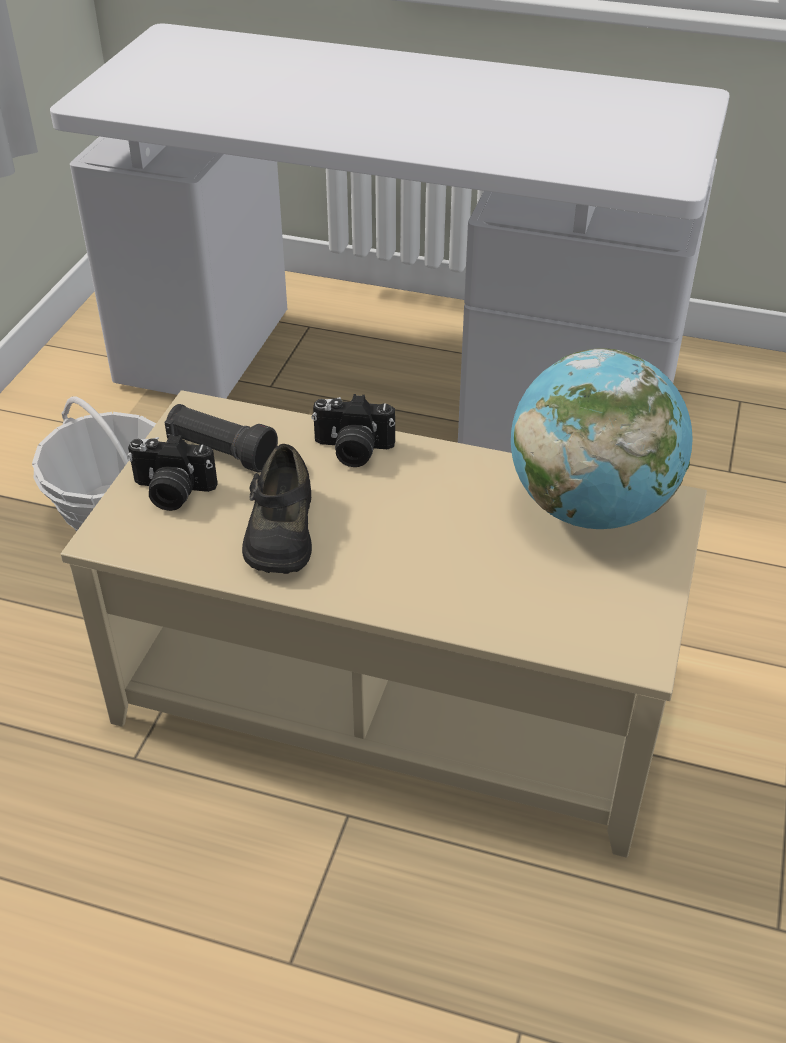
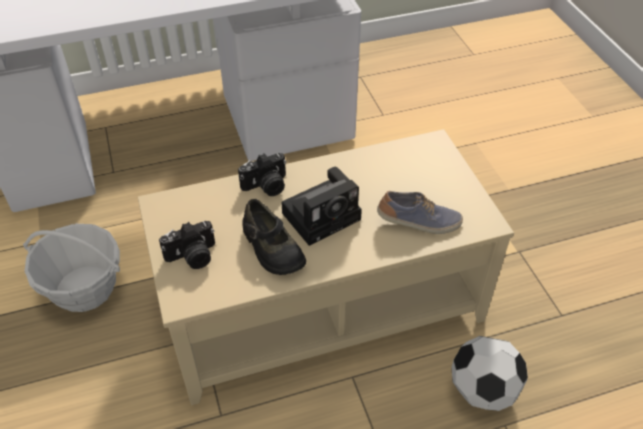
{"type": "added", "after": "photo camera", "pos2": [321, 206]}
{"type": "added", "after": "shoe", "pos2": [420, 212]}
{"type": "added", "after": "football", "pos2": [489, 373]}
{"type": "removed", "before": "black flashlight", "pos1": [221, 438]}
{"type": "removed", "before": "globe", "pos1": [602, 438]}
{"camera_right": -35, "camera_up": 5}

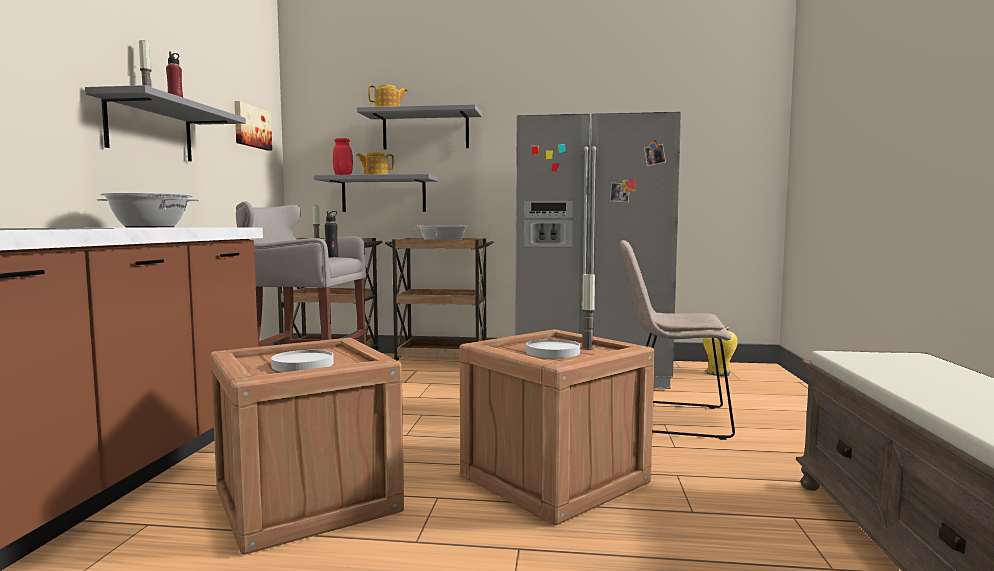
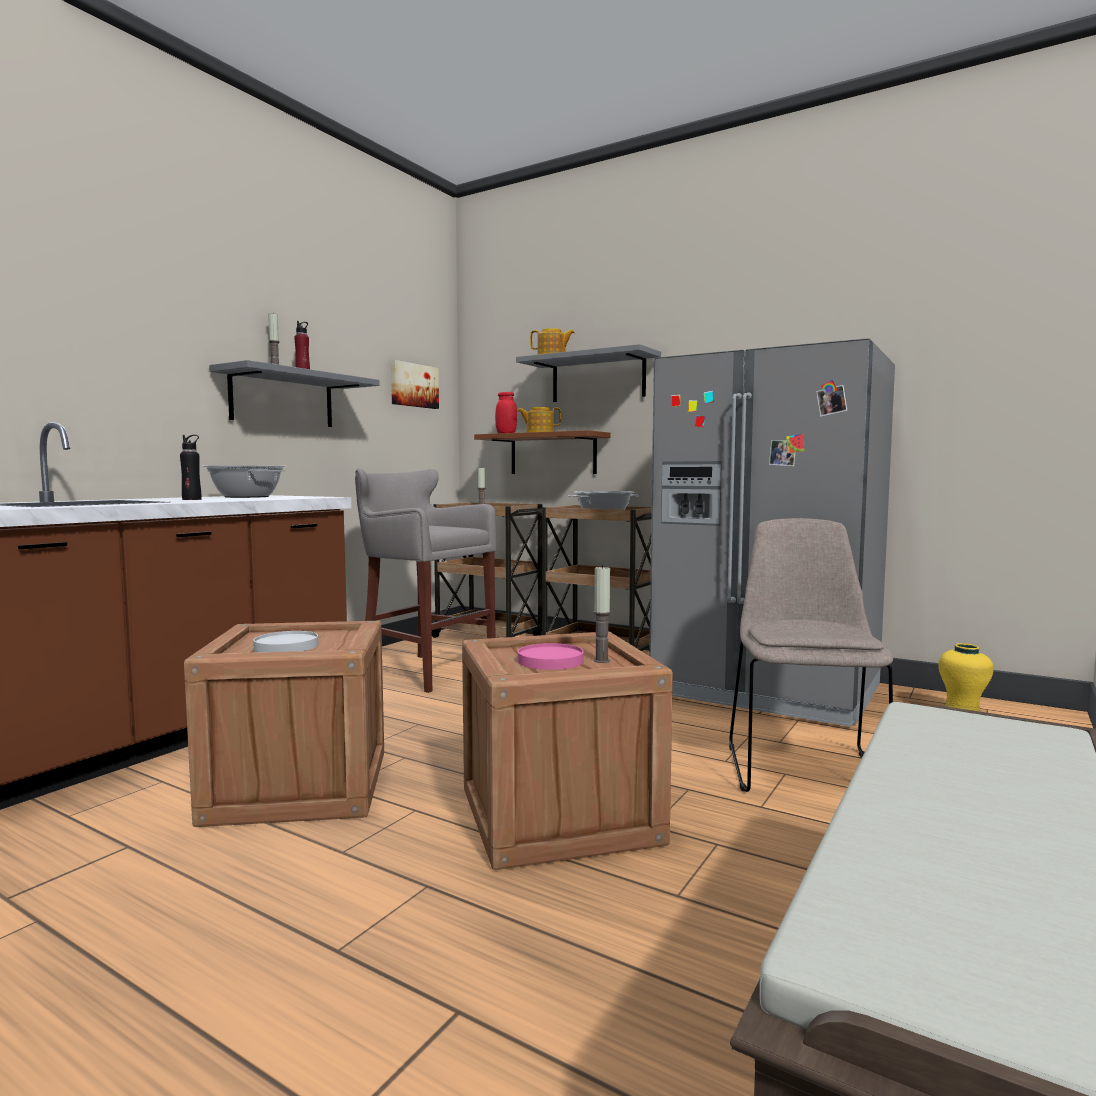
{"type": "moved", "before": "black bottle", "pos1": [331, 234], "pos2": [190, 467]}
{"type": "recoloured", "before": "grey shelf", "after": "brown shelf", "pos1": [376, 193], "pos2": [542, 452]}
{"type": "recoloured", "before": "white plate", "after": "pink plate", "pos1": [553, 348], "pos2": [551, 656]}
{"type": "turned", "before": "beige chair", "pos1": [677, 340], "pos2": [811, 655], "turn": 60}
{"camera_right": 25, "camera_up": 0}

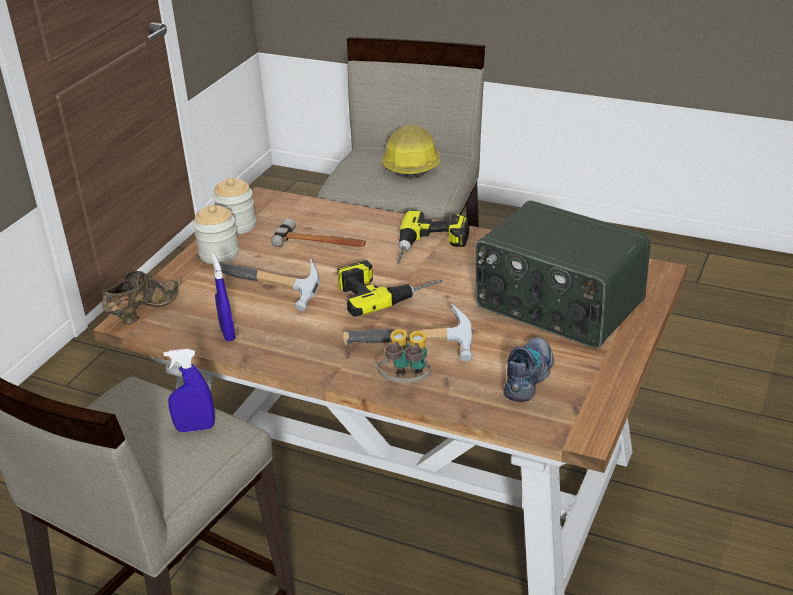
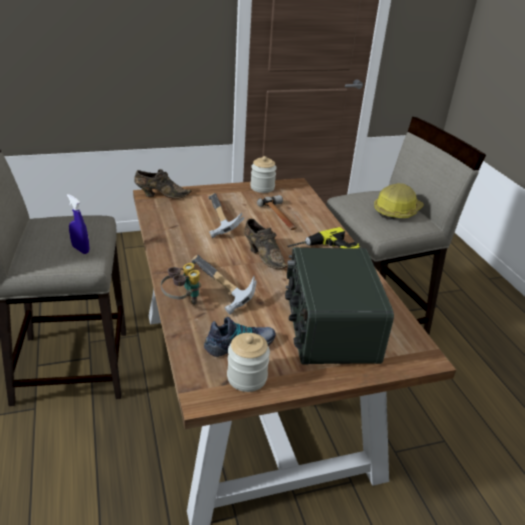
{"type": "moved", "before": "jar", "pos1": [216, 234], "pos2": [248, 362]}
{"type": "replaced", "before": "power drill", "after": "brown shoe", "pos1": [390, 288], "pos2": [265, 244]}
{"type": "removed", "before": "blue spray bottle", "pos1": [223, 297]}
{"camera_right": 45, "camera_up": 0}

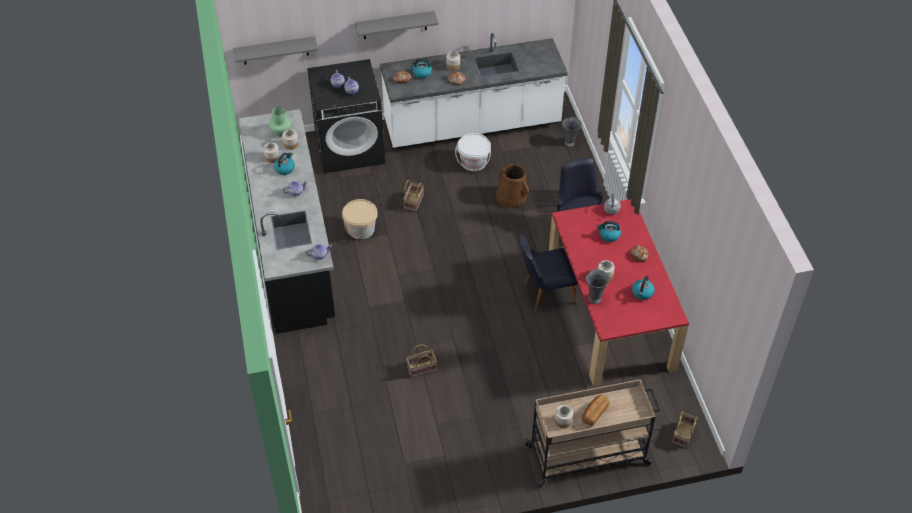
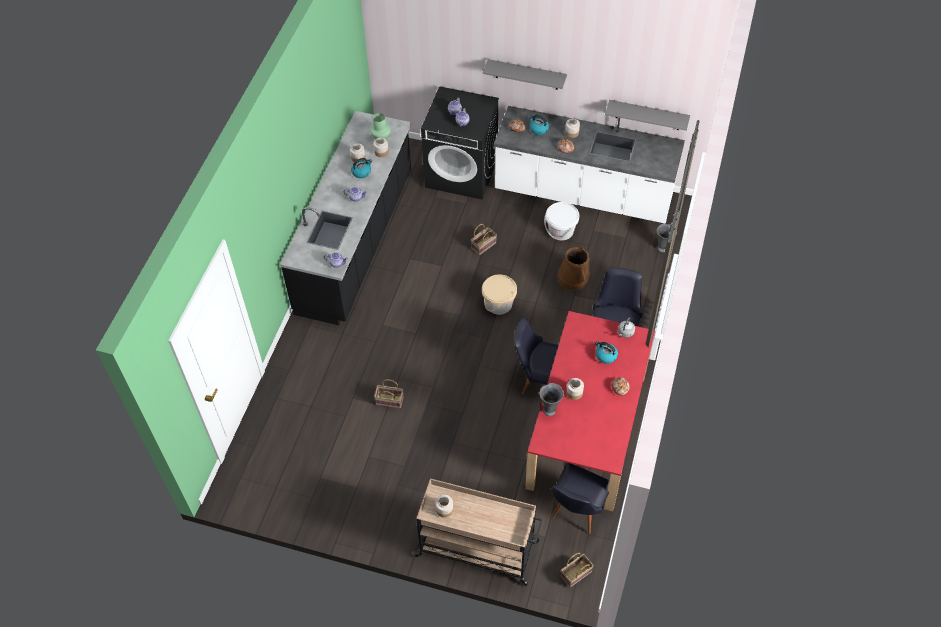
{"type": "moved", "before": "beige bucket", "pos1": [360, 219], "pos2": [499, 295]}
{"type": "added", "after": "black chair", "pos2": [580, 498]}
{"type": "moved", "before": "grey shelf", "pos1": [275, 50], "pos2": [647, 115]}
{"type": "removed", "before": "bread", "pos1": [596, 411]}
{"type": "removed", "before": "kettle", "pos1": [643, 288]}
{"camera_right": 30, "camera_up": 5}

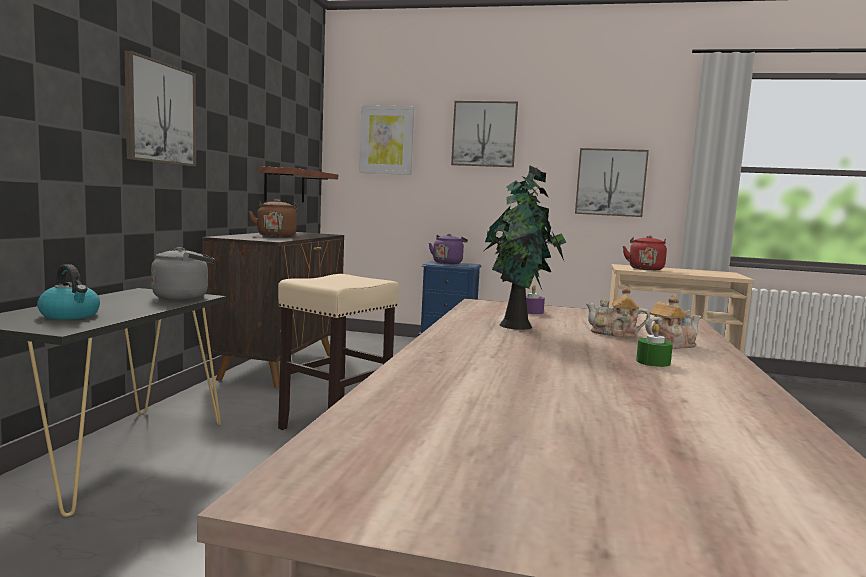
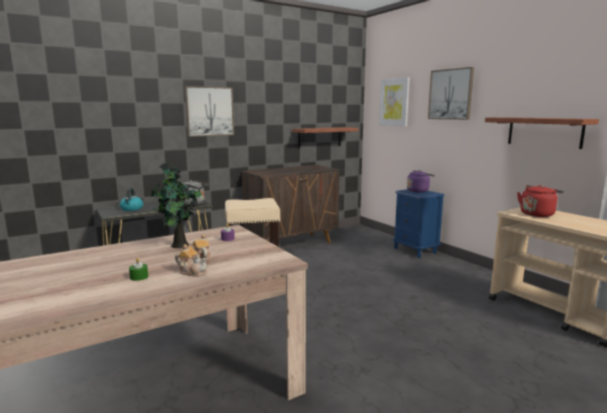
{"type": "replaced", "before": "picture", "after": "shelf", "pos1": [612, 182], "pos2": [542, 133]}
{"type": "removed", "before": "brown kettle", "pos1": [273, 218]}
{"camera_right": 45, "camera_up": 5}

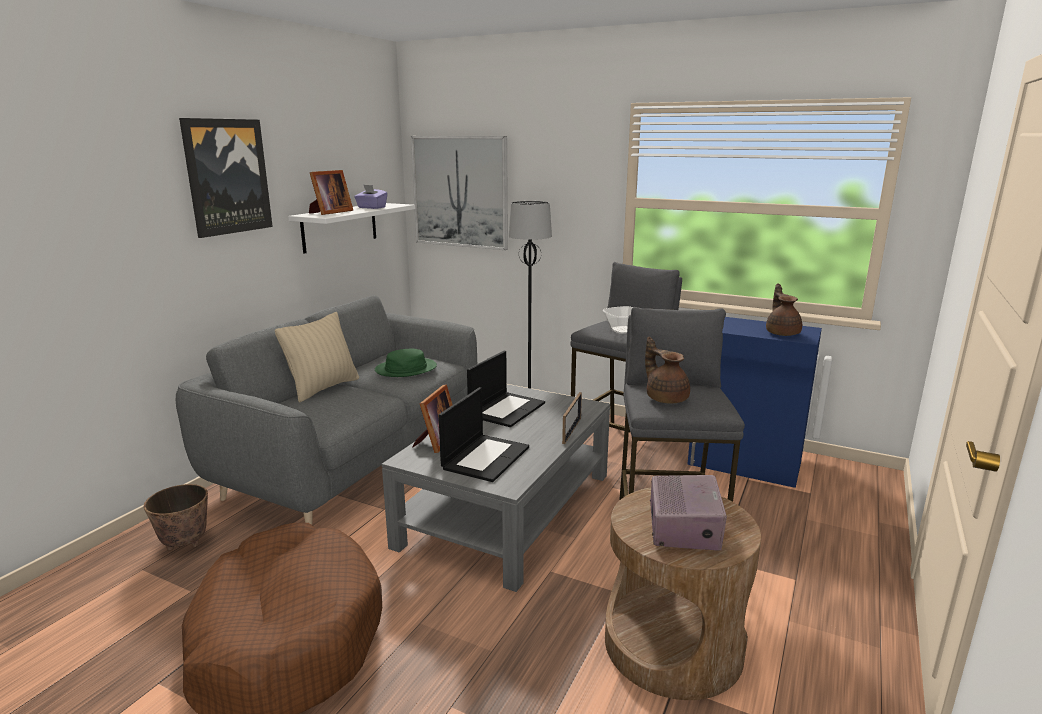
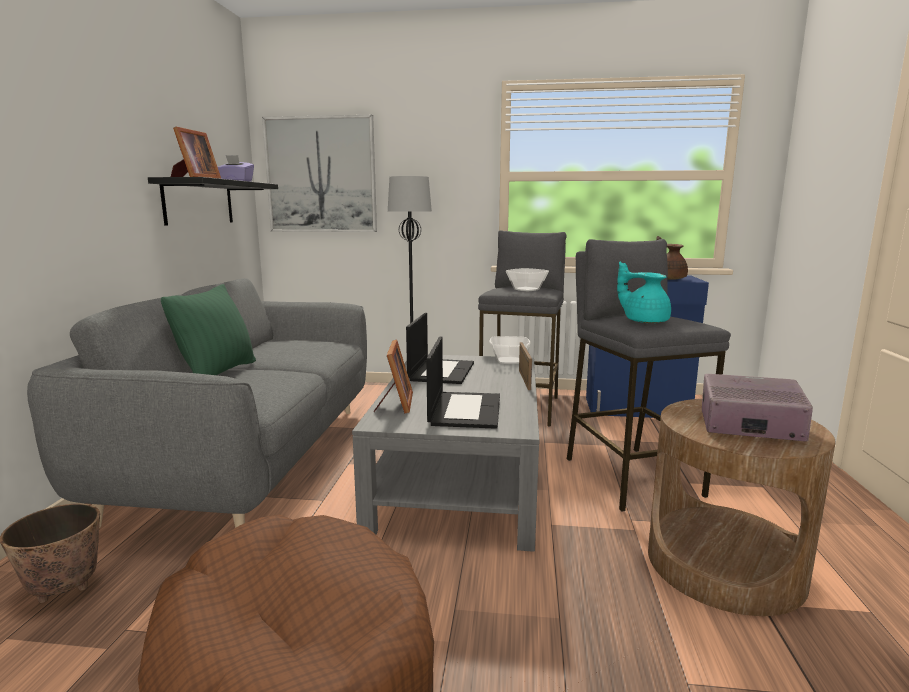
{"type": "recoloured", "before": "white shelf", "after": "black shelf", "pos1": [351, 228], "pos2": [213, 201]}
{"type": "recoloured", "before": "beige pillow", "after": "green pillow", "pos1": [317, 357], "pos2": [208, 329]}
{"type": "added", "after": "bowl", "pos2": [509, 350]}
{"type": "recoloured", "before": "brown teapot", "after": "turquoise teapot", "pos1": [667, 370], "pos2": [644, 292]}
{"type": "turned", "before": "radio", "pos1": [688, 513], "pos2": [757, 408], "turn": -60}
{"type": "removed", "before": "picture", "pos1": [226, 178]}
{"type": "removed", "before": "green hat", "pos1": [406, 363]}
{"camera_right": -20, "camera_up": -5}

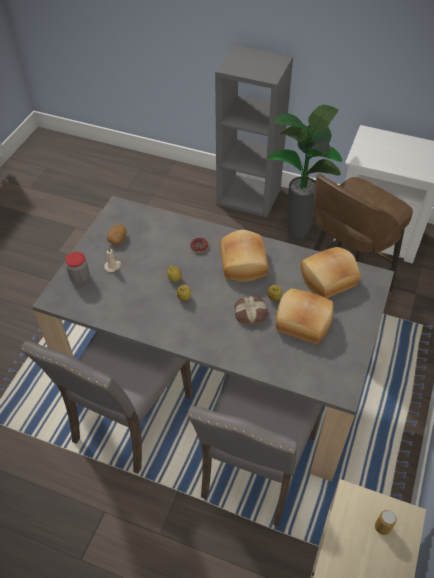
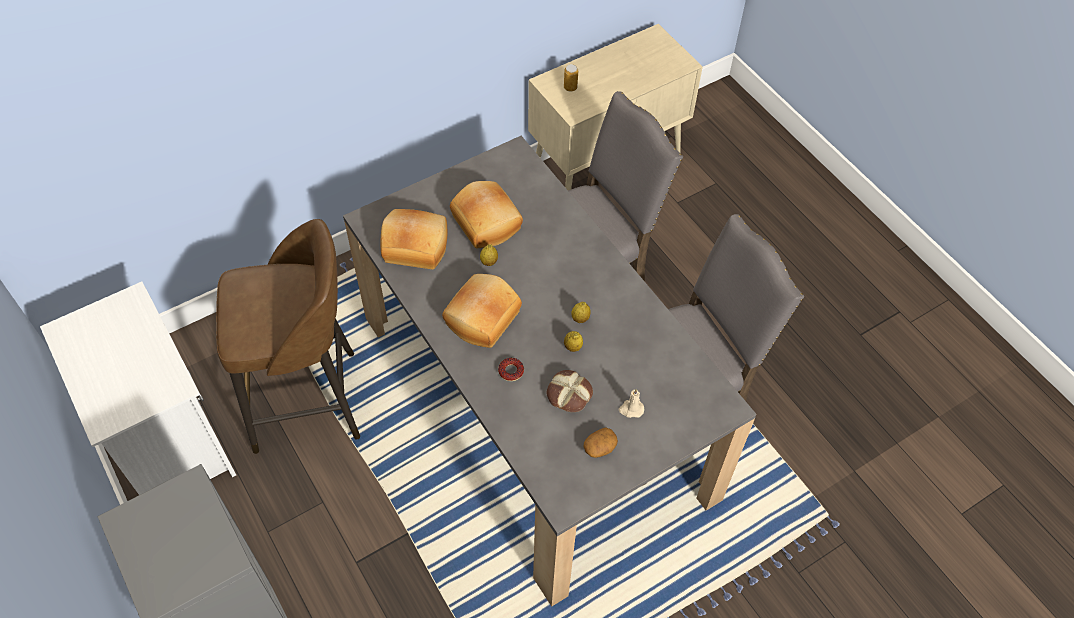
{"type": "moved", "before": "bread", "pos1": [251, 310], "pos2": [569, 391]}
{"type": "removed", "before": "jar", "pos1": [77, 268]}
{"type": "removed", "before": "potted plant", "pos1": [305, 172]}
{"camera_right": -145, "camera_up": 5}

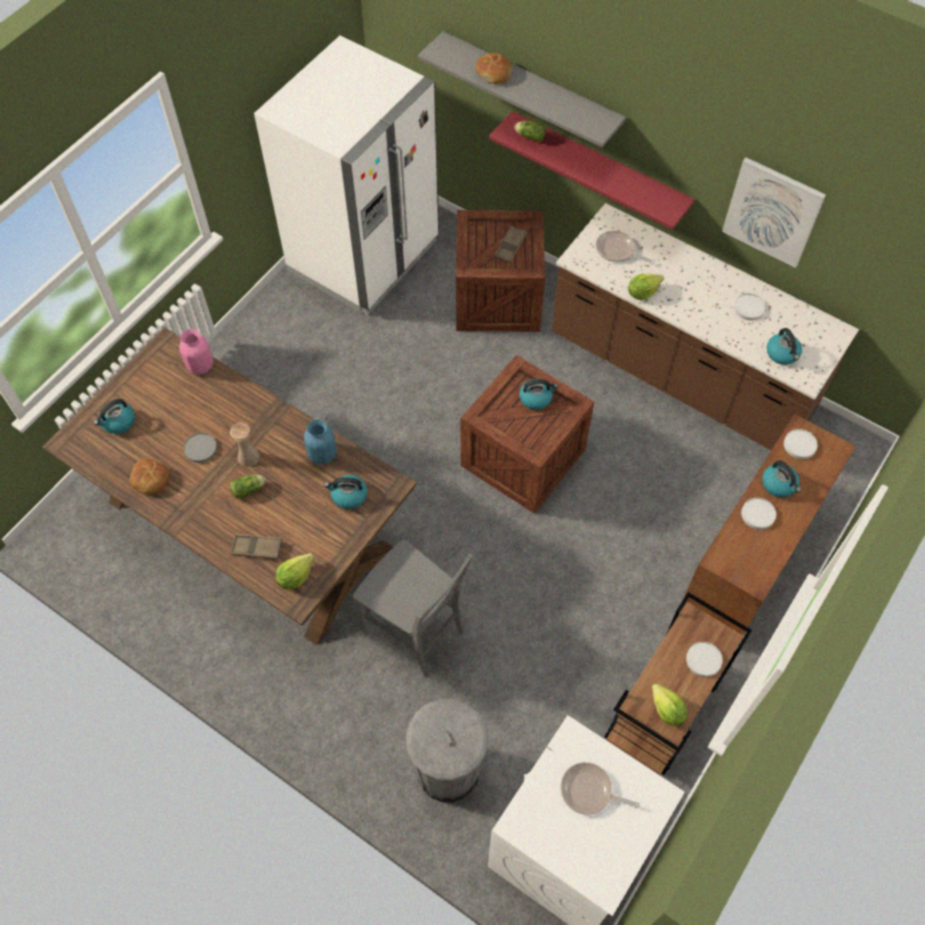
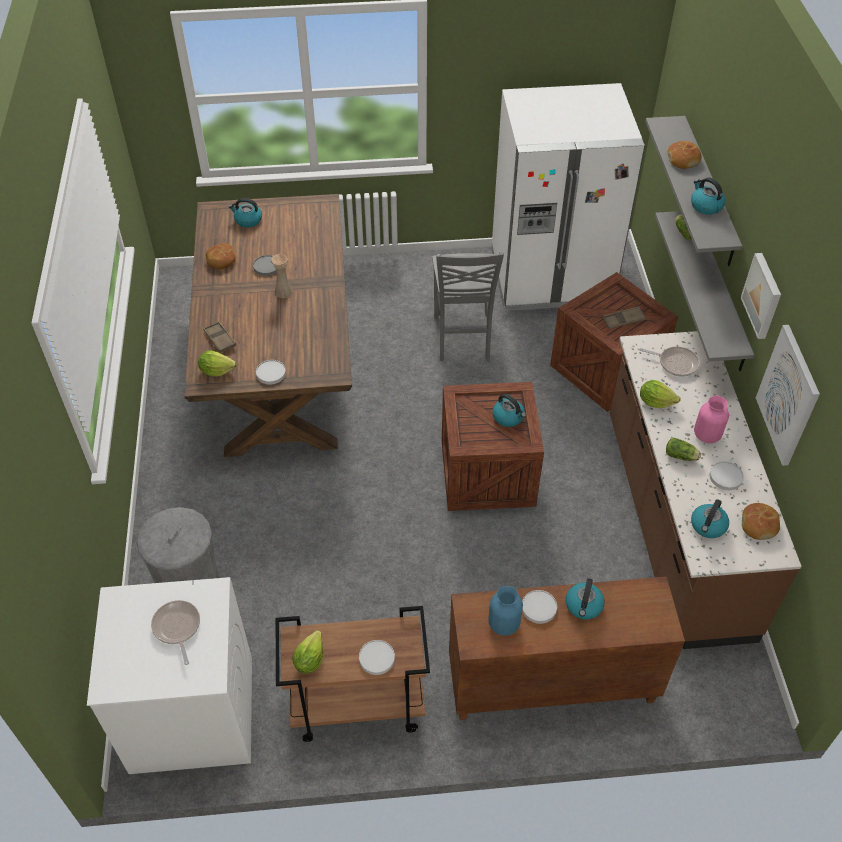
{"type": "moved", "before": "white plate", "pos1": [801, 444], "pos2": [271, 372]}
{"type": "moved", "before": "grey chair", "pos1": [413, 608], "pos2": [468, 306]}
{"type": "moved", "before": "blue vase", "pos1": [320, 441], "pos2": [505, 611]}
{"type": "turned", "before": "frying pan", "pos1": [624, 247], "pos2": [669, 361], "turn": 120}
{"type": "recoloured", "before": "red shelf", "after": "grey shelf", "pos1": [592, 170], "pos2": [704, 291]}
{"type": "moved", "before": "lettuce", "pos1": [248, 487], "pos2": [683, 449]}
{"type": "moved", "before": "kettle", "pos1": [345, 492], "pos2": [708, 196]}
{"type": "moved", "before": "pink vase", "pos1": [196, 351], "pos2": [711, 419]}
{"type": "added", "after": "picture", "pos2": [761, 296]}
{"type": "added", "after": "bread", "pos2": [761, 521]}
{"camera_right": 50, "camera_up": -10}

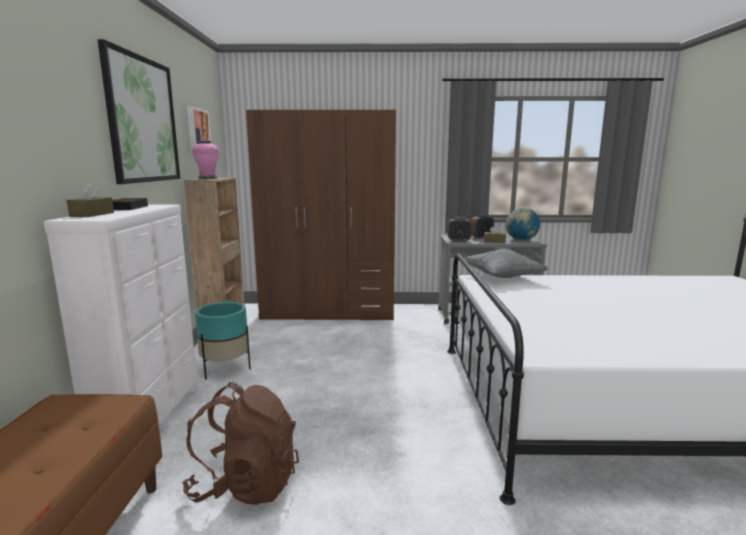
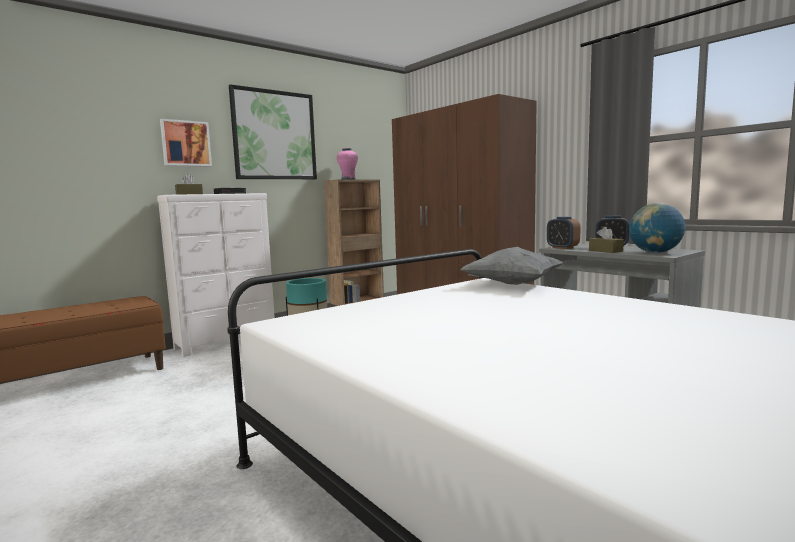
{"type": "moved", "before": "picture", "pos1": [199, 129], "pos2": [186, 142]}
{"type": "removed", "before": "brown backpack", "pos1": [240, 443]}
{"camera_right": 50, "camera_up": -5}

